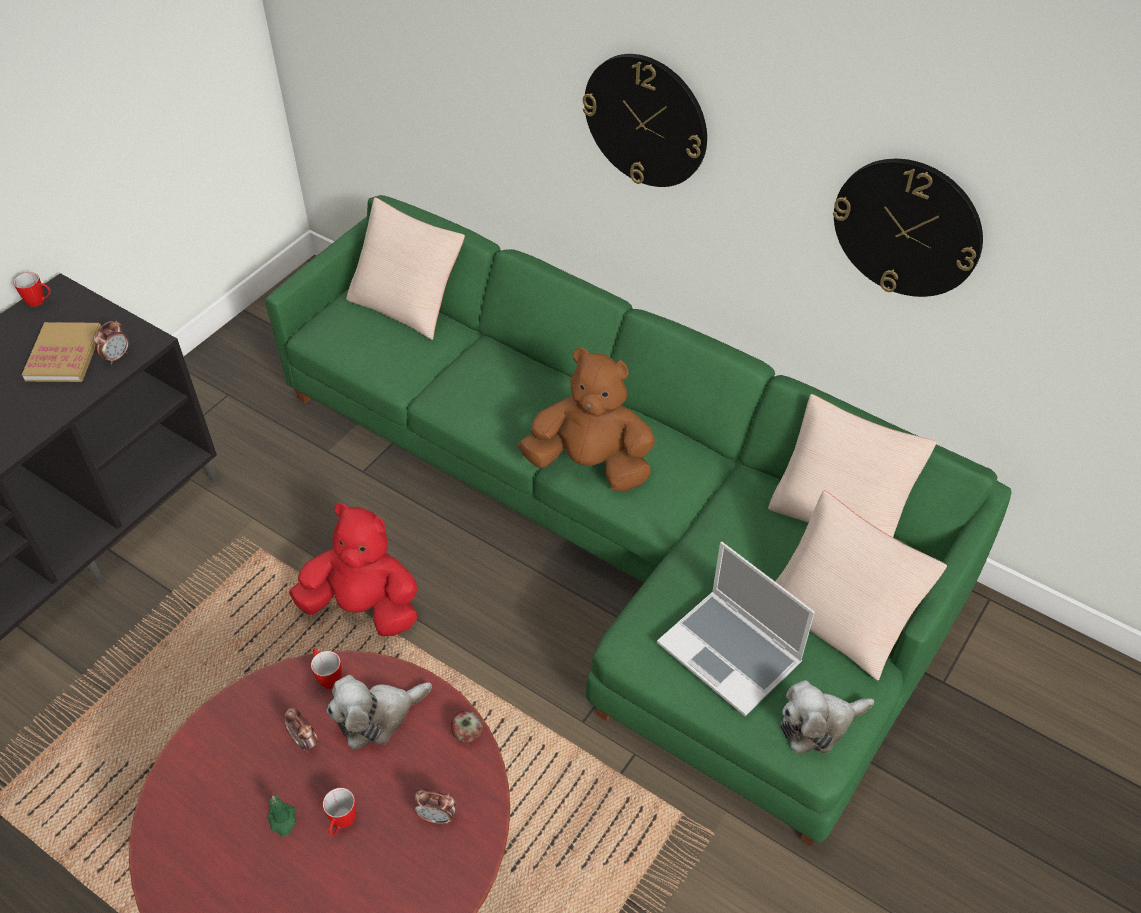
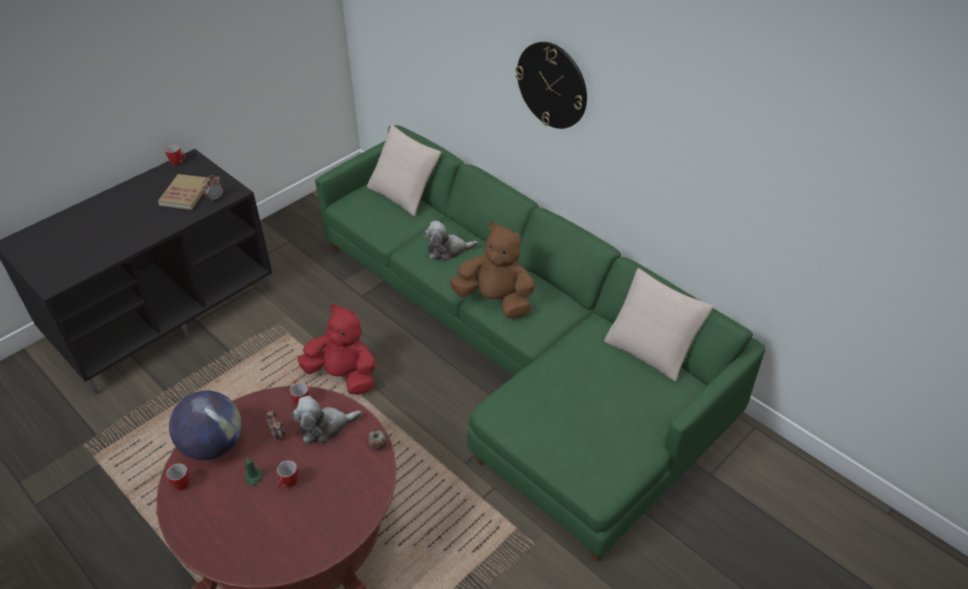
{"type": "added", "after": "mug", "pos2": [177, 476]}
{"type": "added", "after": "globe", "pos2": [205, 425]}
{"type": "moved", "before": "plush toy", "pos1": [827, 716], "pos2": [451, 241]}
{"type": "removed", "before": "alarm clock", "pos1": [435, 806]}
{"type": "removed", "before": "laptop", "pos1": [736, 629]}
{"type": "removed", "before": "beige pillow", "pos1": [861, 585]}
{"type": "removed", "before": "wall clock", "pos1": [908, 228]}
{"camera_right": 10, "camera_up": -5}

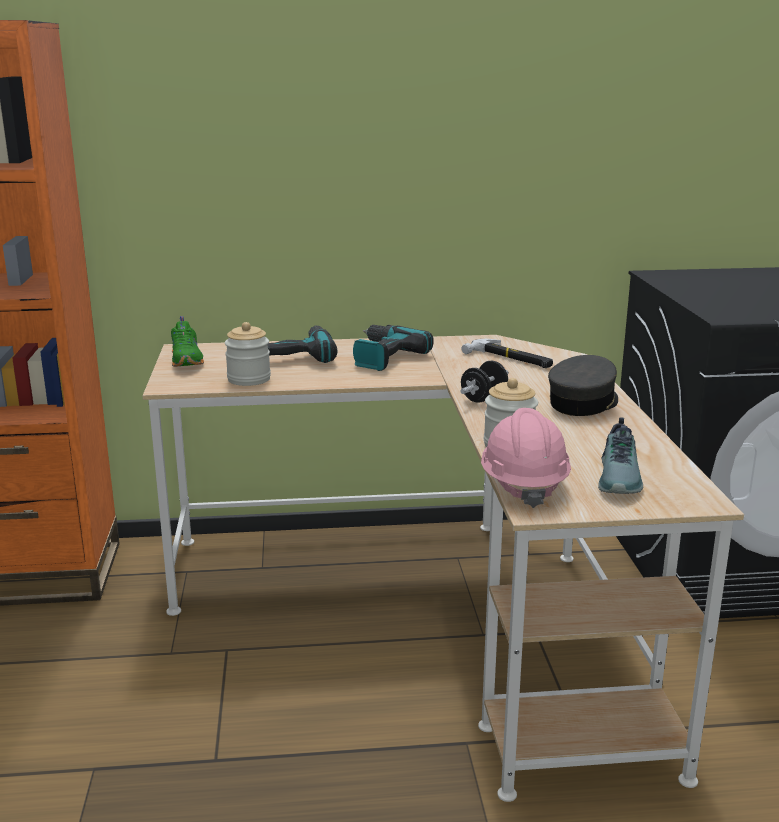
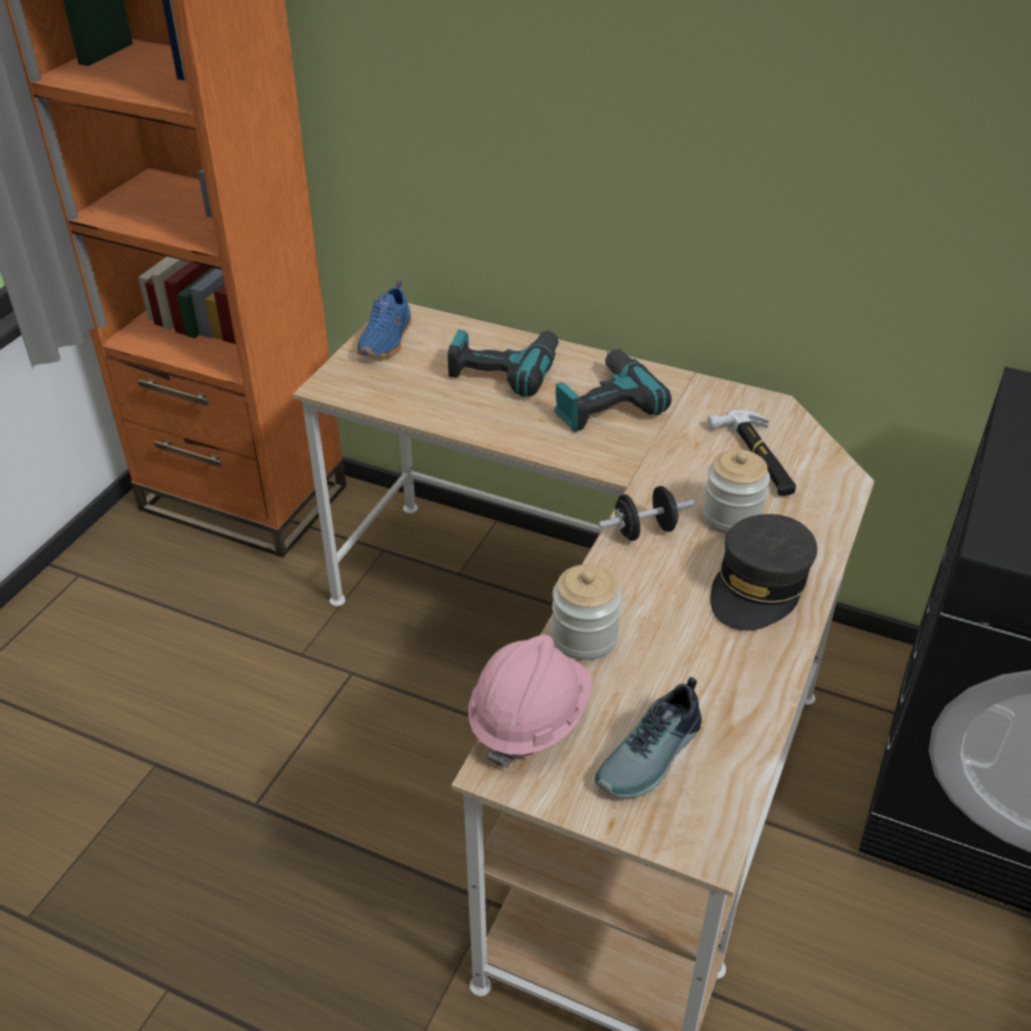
{"type": "recoloured", "before": "green shoe", "after": "blue shoe", "pos1": [187, 341], "pos2": [384, 318]}
{"type": "moved", "before": "jar", "pos1": [248, 354], "pos2": [736, 491]}
{"type": "turned", "before": "grey cap", "pos1": [583, 385], "pos2": [764, 572], "turn": 150}
{"camera_right": 30, "camera_up": 20}

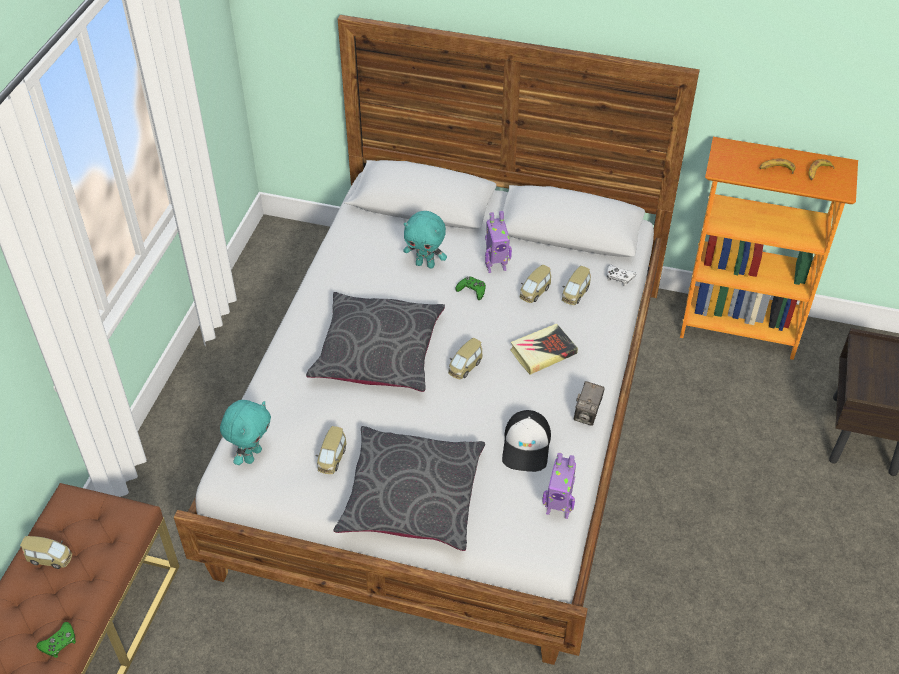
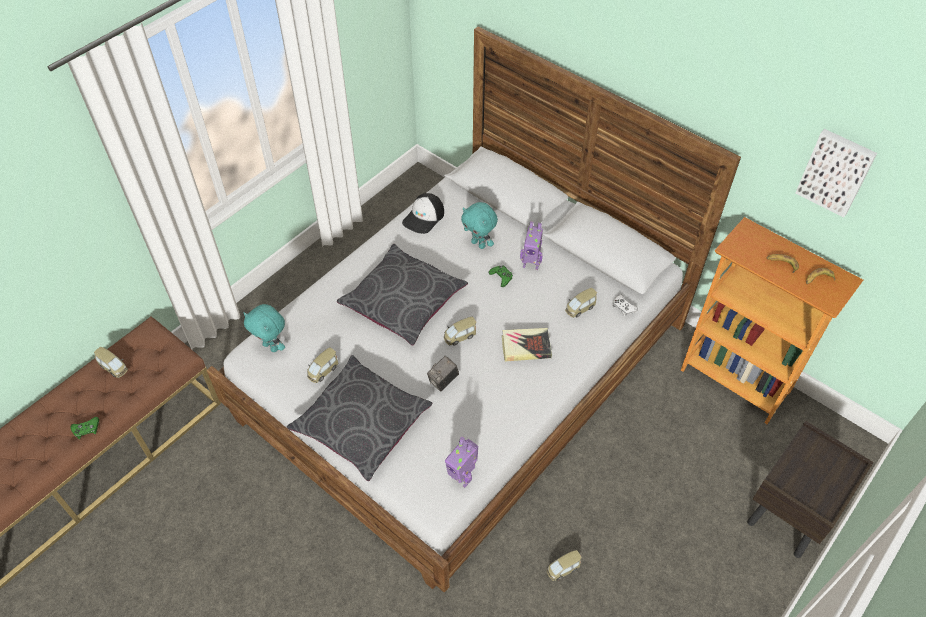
{"type": "turned", "before": "turquoise plush toy", "pos1": [245, 432], "pos2": [264, 328], "turn": 75}
{"type": "moved", "before": "cap", "pos1": [526, 441], "pos2": [423, 213]}
{"type": "moved", "before": "photo camera", "pos1": [589, 403], "pos2": [443, 373]}
{"type": "moved", "before": "toy car", "pos1": [535, 284], "pos2": [564, 565]}
{"type": "added", "after": "picture", "pos2": [836, 173]}
{"camera_right": 25, "camera_up": 5}

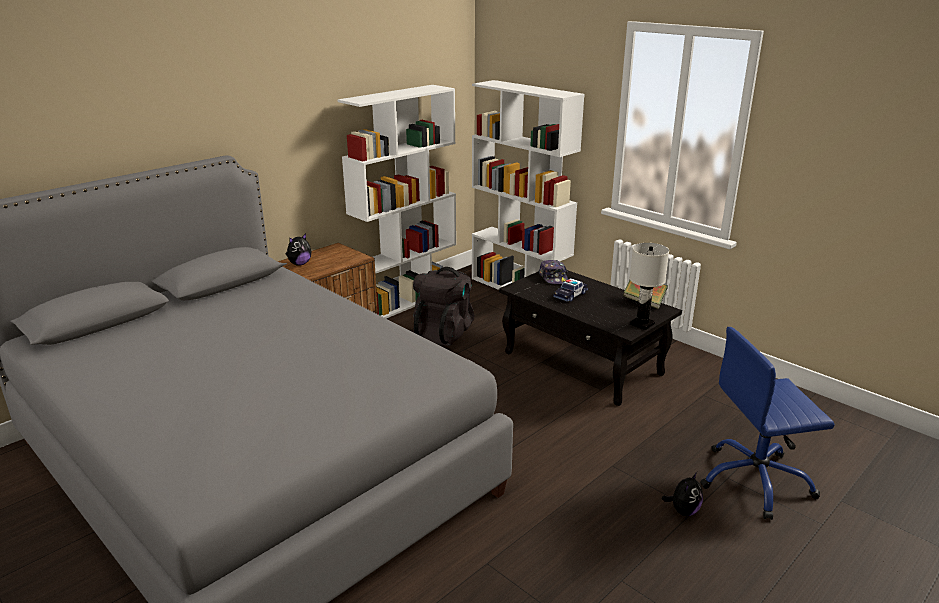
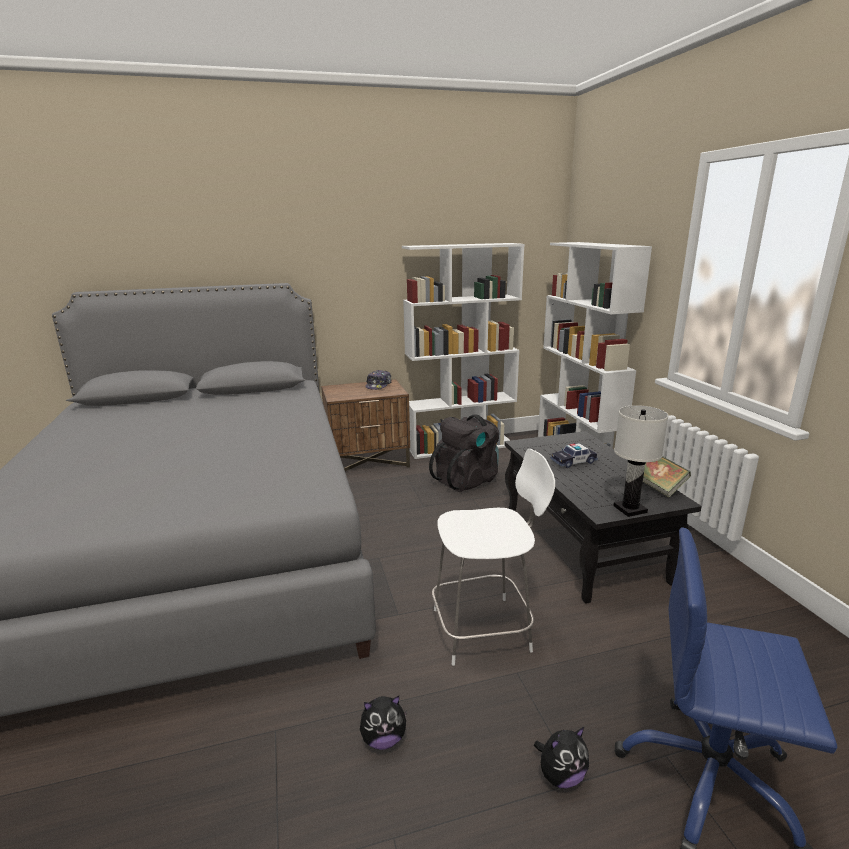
{"type": "moved", "before": "plush toy", "pos1": [298, 249], "pos2": [383, 723]}
{"type": "moved", "before": "cap", "pos1": [553, 272], "pos2": [378, 380]}
{"type": "added", "after": "white chair", "pos2": [493, 557]}
{"camera_right": 30, "camera_up": -5}

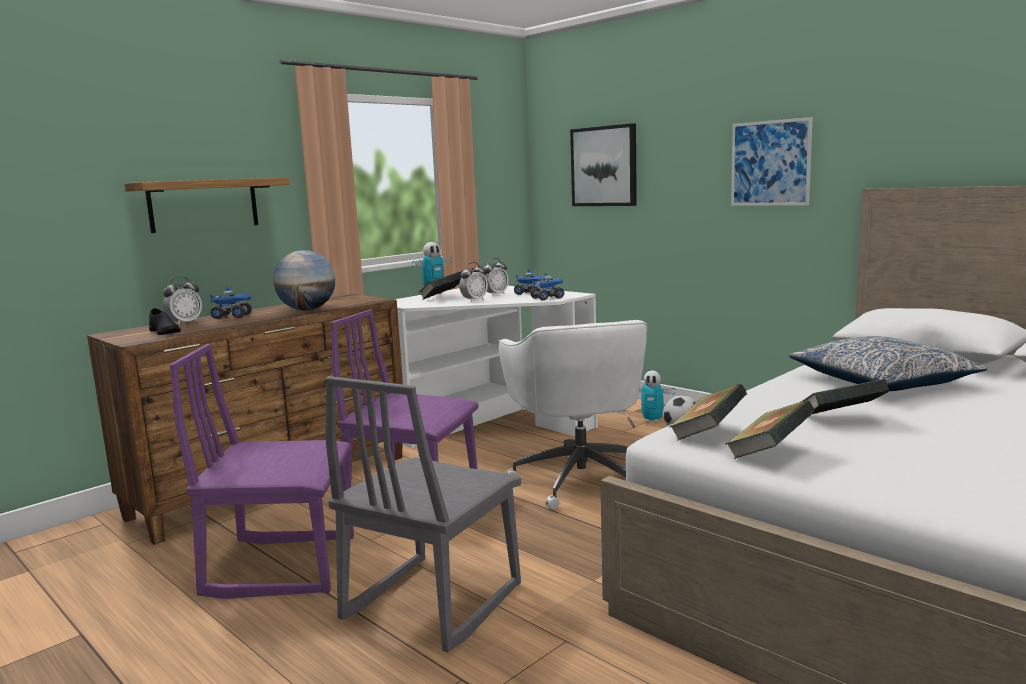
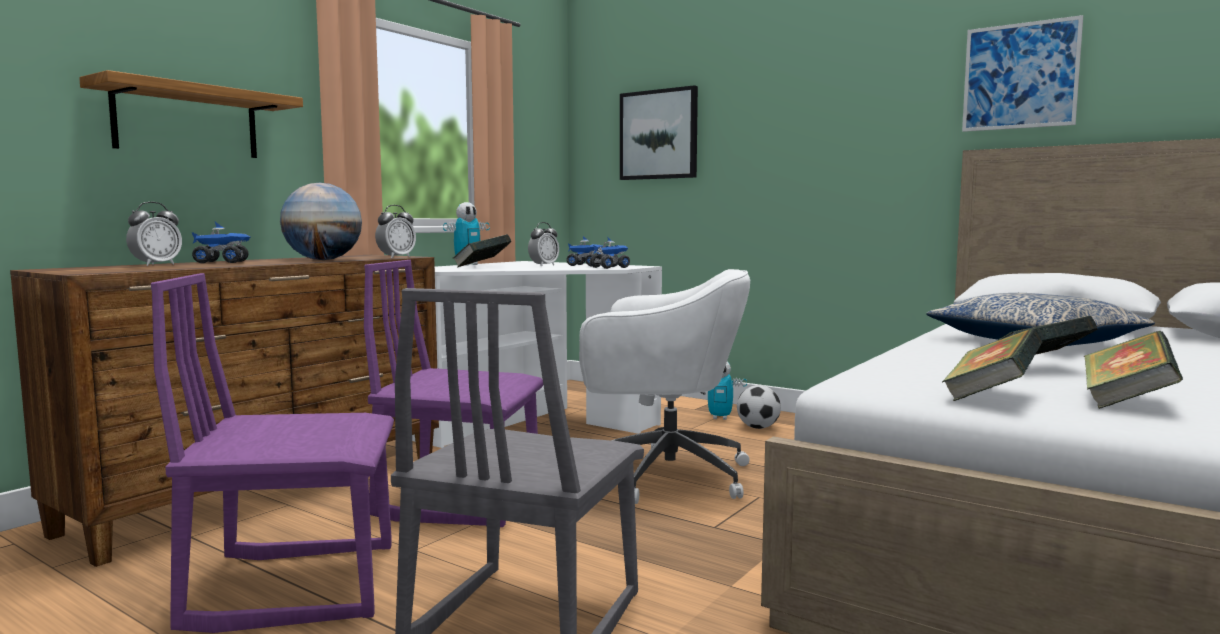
{"type": "moved", "before": "alarm clock", "pos1": [473, 282], "pos2": [395, 231]}
{"type": "turned", "before": "white office chair", "pos1": [572, 415], "pos2": [664, 386], "turn": -60}
{"type": "moved", "before": "picture", "pos1": [772, 161], "pos2": [1022, 73]}
{"type": "moved", "before": "book", "pos1": [708, 412], "pos2": [1133, 370]}
{"type": "removed", "before": "black shoe", "pos1": [165, 321]}
{"camera_right": -10, "camera_up": -5}

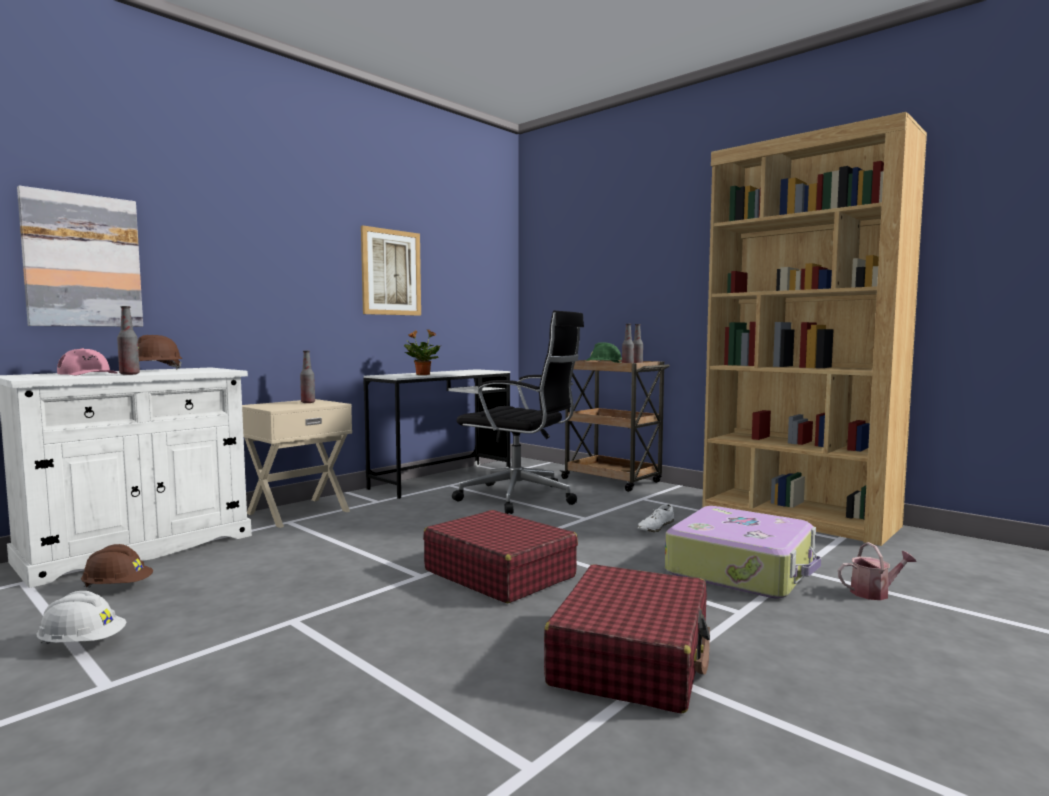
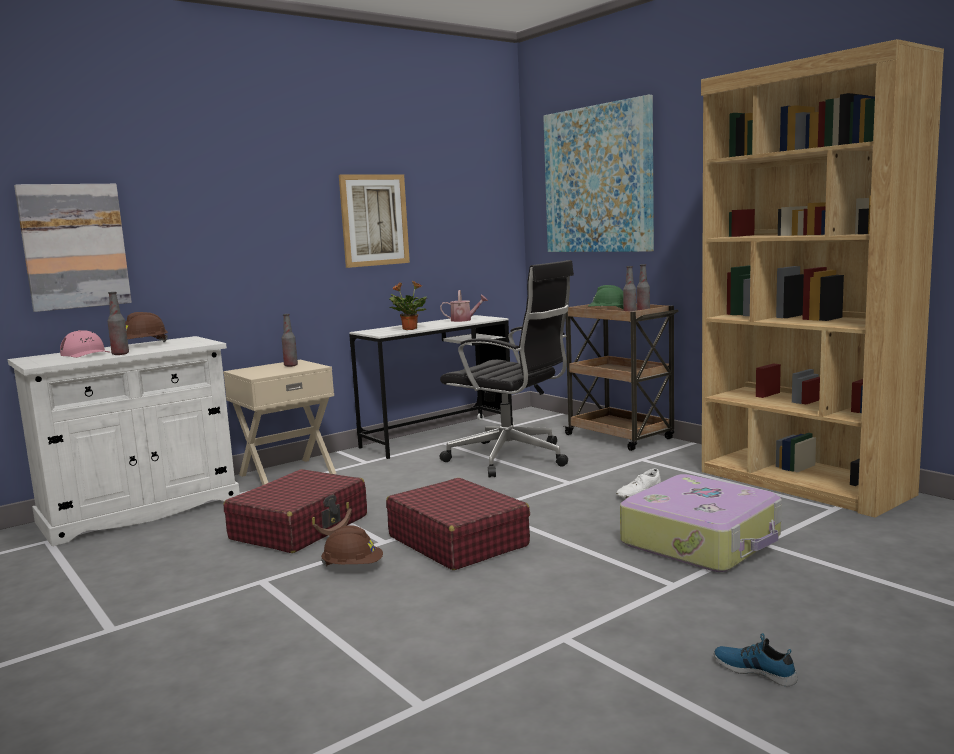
{"type": "moved", "before": "red suitcase", "pos1": [627, 639], "pos2": [295, 511]}
{"type": "moved", "before": "brown hard hat", "pos1": [117, 566], "pos2": [352, 546]}
{"type": "moved", "before": "watering can", "pos1": [877, 571], "pos2": [464, 306]}
{"type": "added", "after": "picture", "pos2": [598, 173]}
{"type": "added", "after": "shoe", "pos2": [756, 659]}
{"type": "removed", "before": "white hard hat", "pos1": [81, 617]}
{"camera_right": 10, "camera_up": 5}

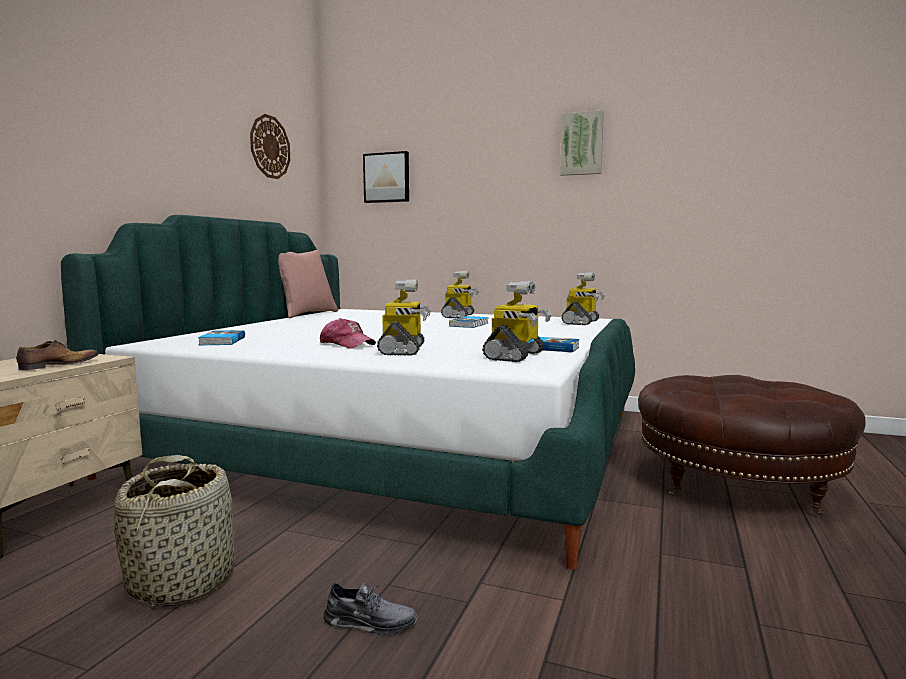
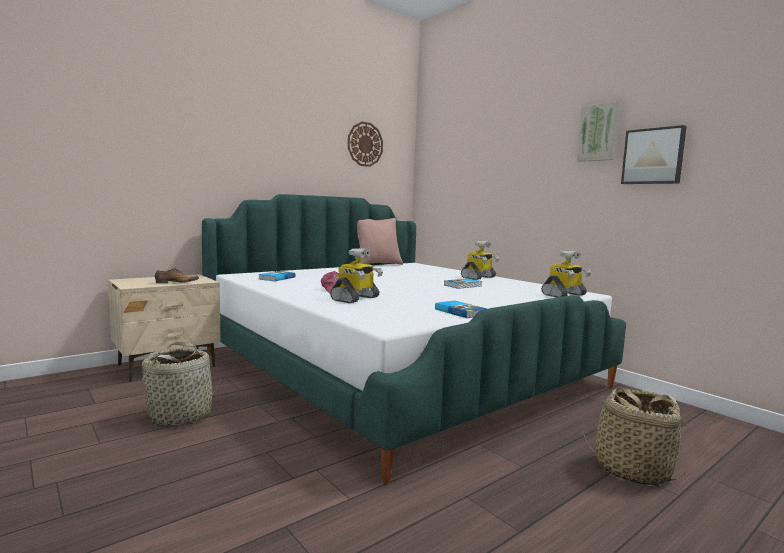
{"type": "replaced", "before": "brown ottoman", "after": "basket", "pos1": [751, 446], "pos2": [635, 436]}
{"type": "moved", "before": "picture", "pos1": [386, 177], "pos2": [654, 154]}
{"type": "removed", "before": "grey shoe", "pos1": [371, 608]}
{"type": "removed", "before": "toy robot", "pos1": [516, 321]}
{"camera_right": 30, "camera_up": 0}

